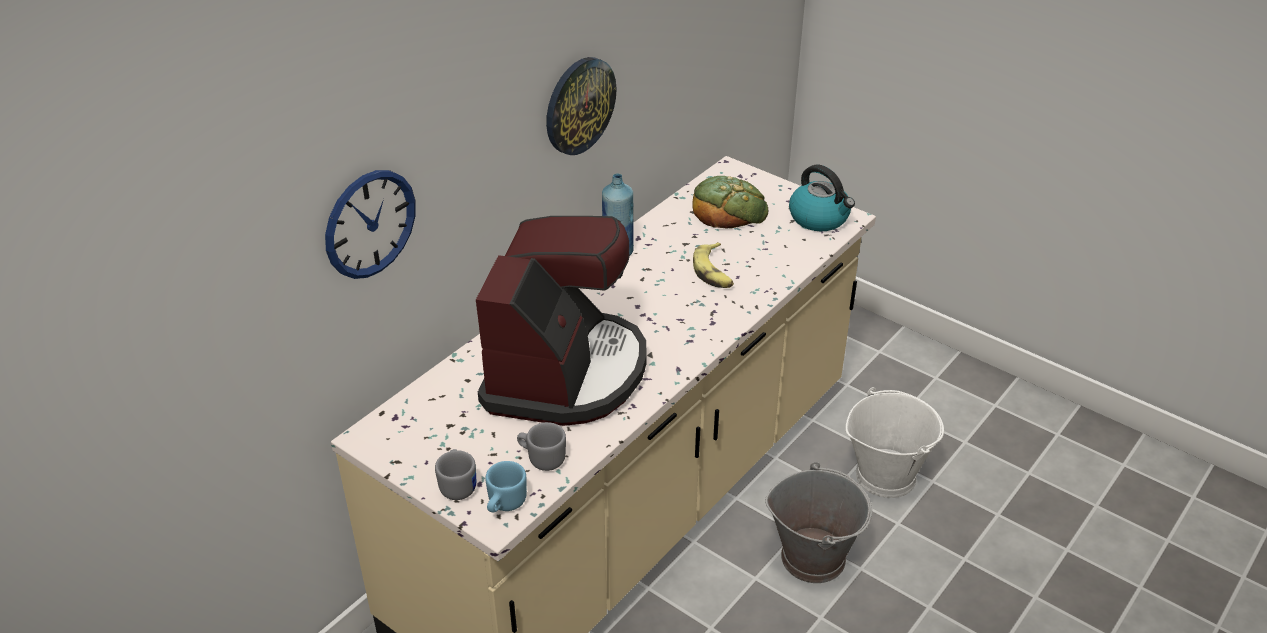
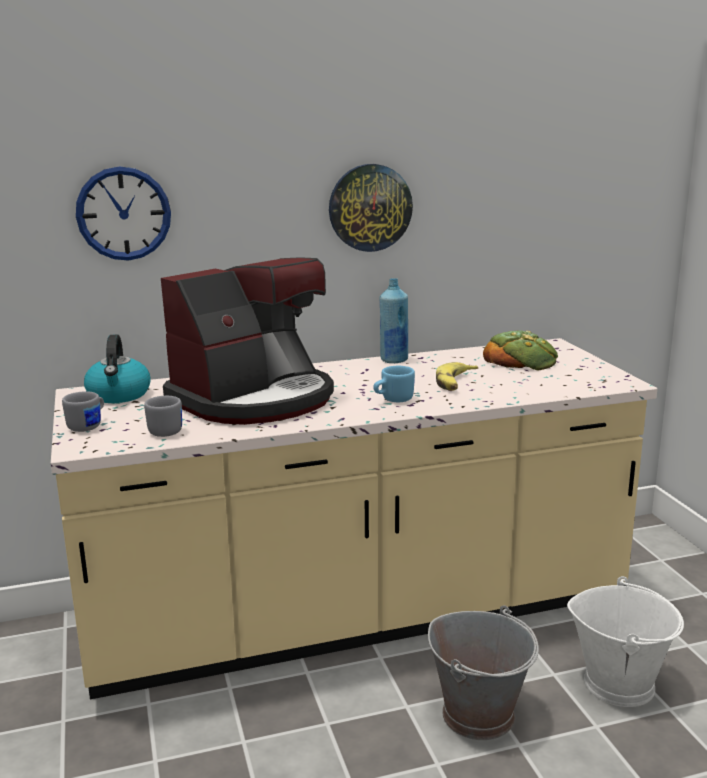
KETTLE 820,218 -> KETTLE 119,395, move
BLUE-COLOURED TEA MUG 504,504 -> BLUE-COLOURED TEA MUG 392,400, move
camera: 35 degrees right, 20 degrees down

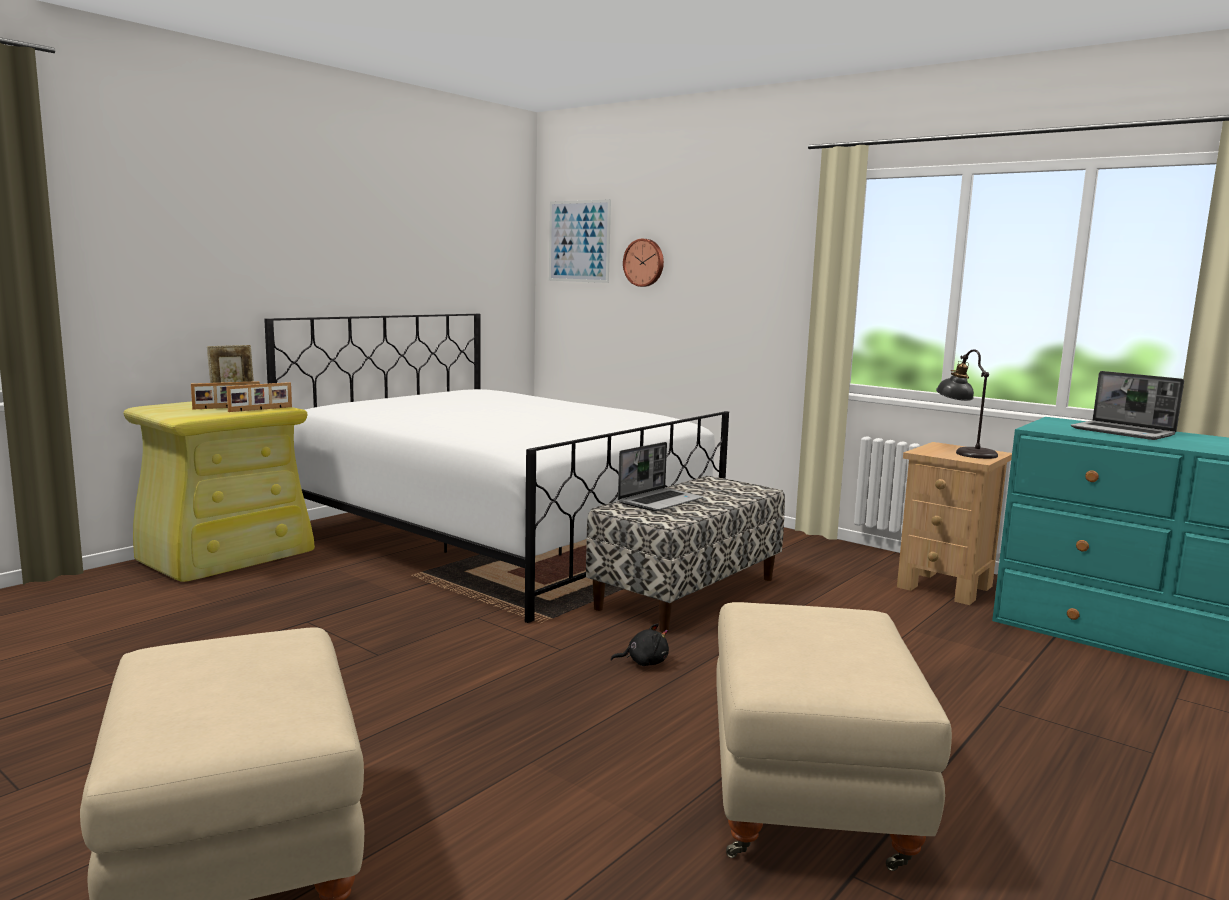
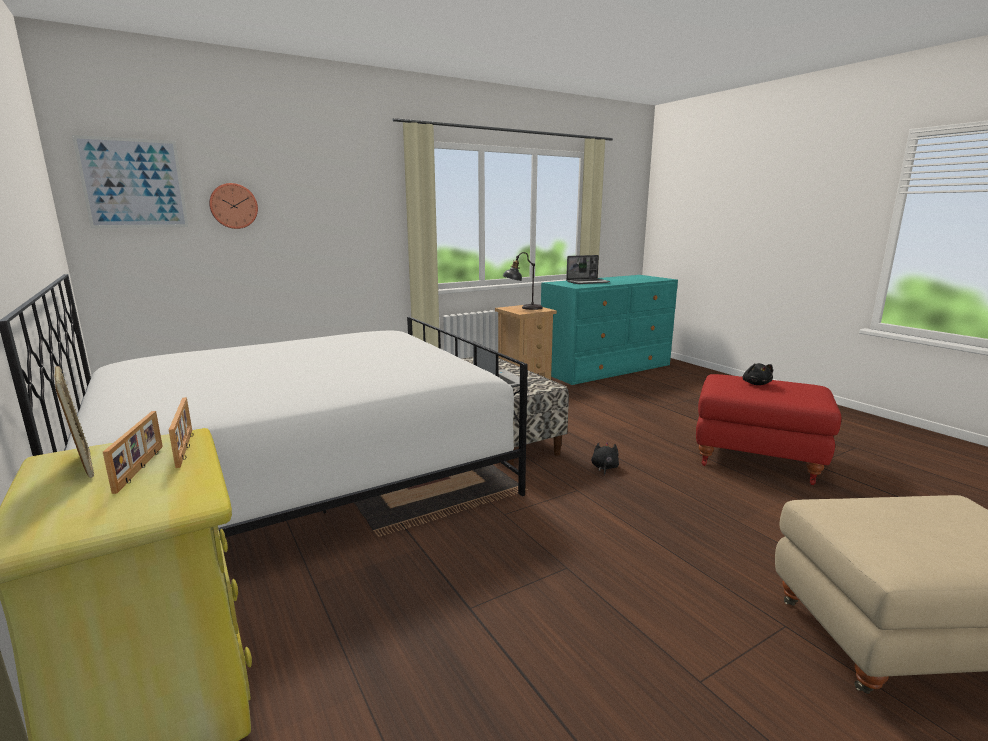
BEIGE OTTOMAN 811,800 -> REDDISH OTTOMAN 757,459
none -> BLACK-COLOURED SOFT TOY 756,384
camera: 70 degrees left, 5 degrees up

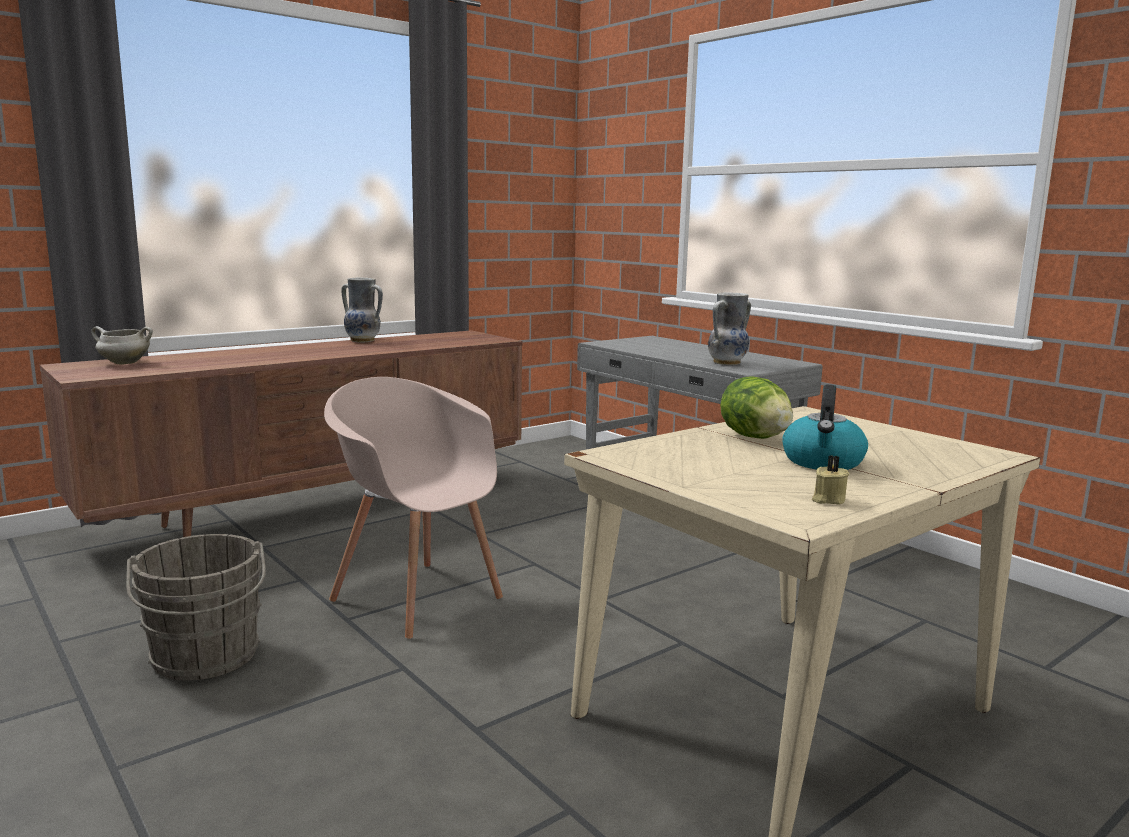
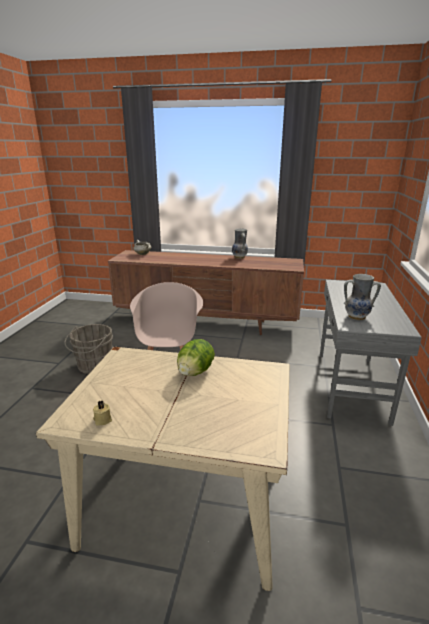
KETTLE 823,462 -> none
camera: 50 degrees right, 10 degrees up

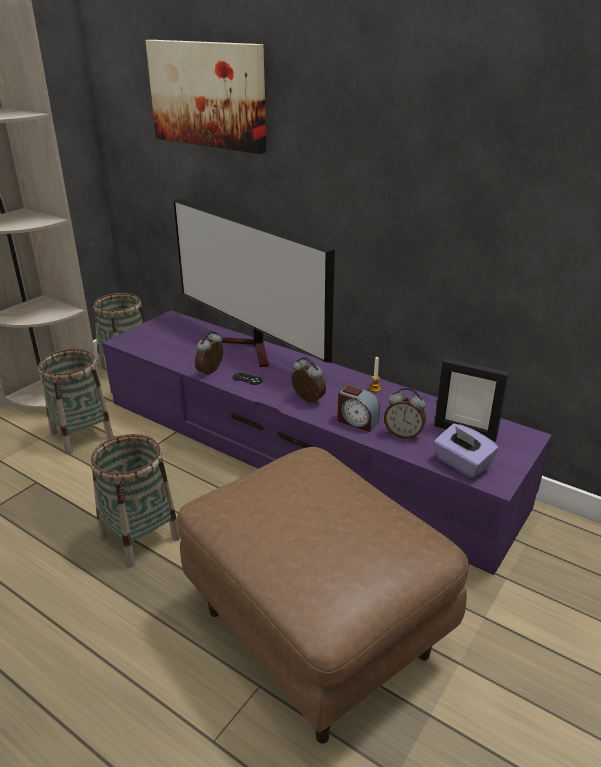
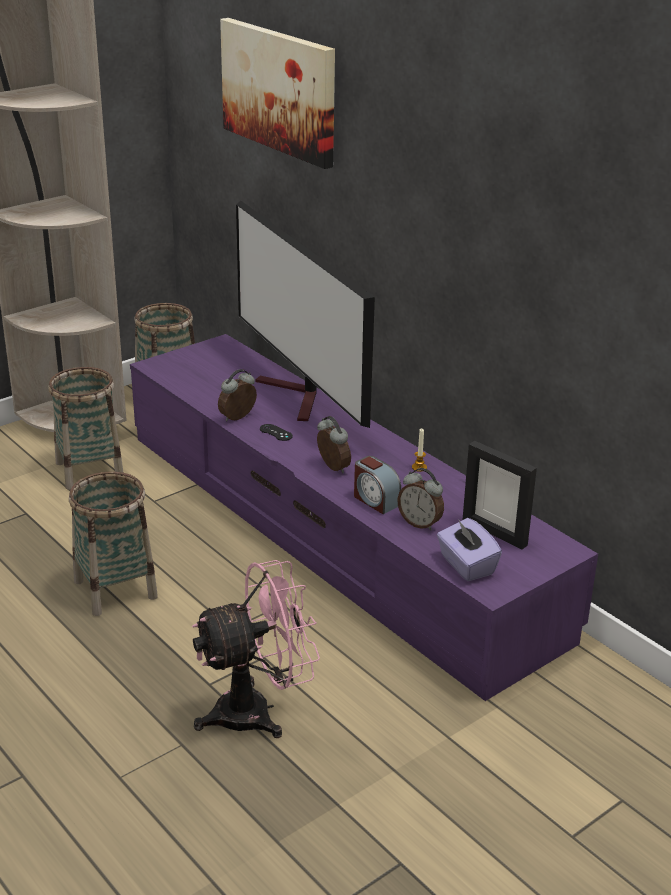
BROWN OTTOMAN 313,631 -> PINKISH ELECTRIC FAN 257,711
camera: 15 degrees right, 0 degrees up

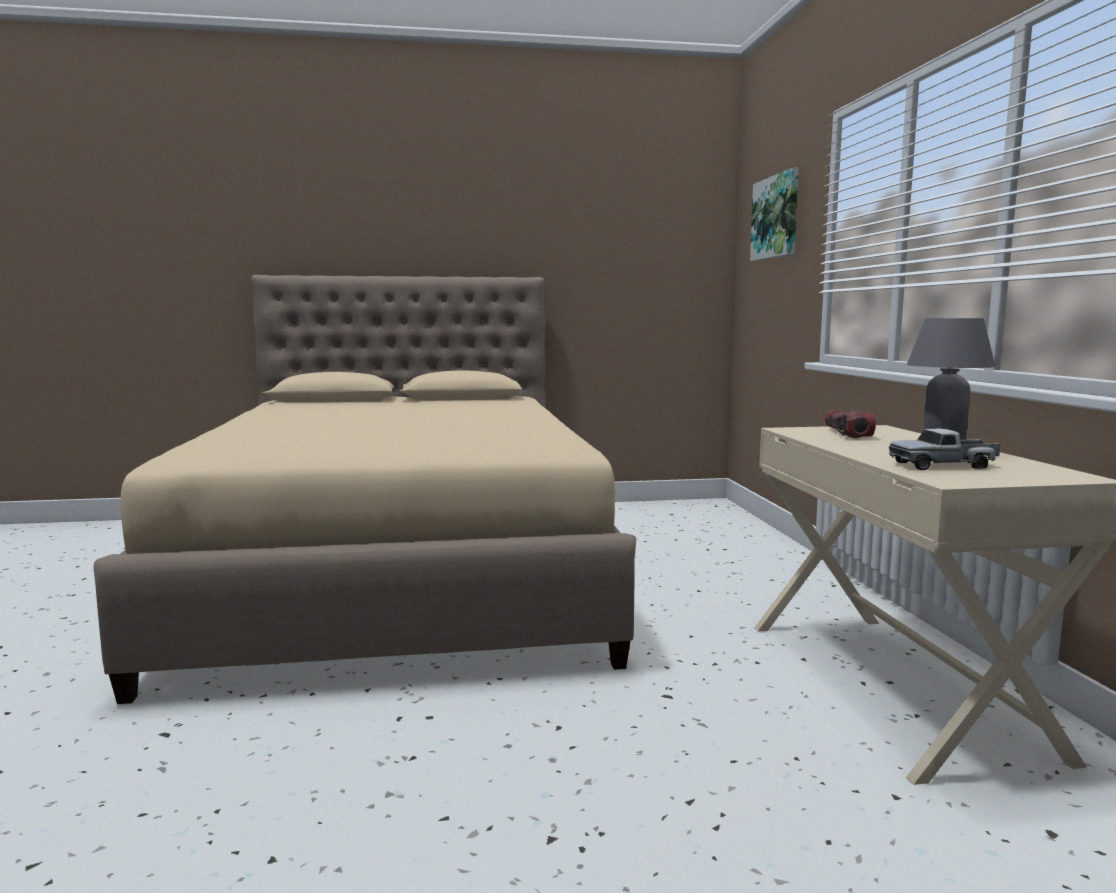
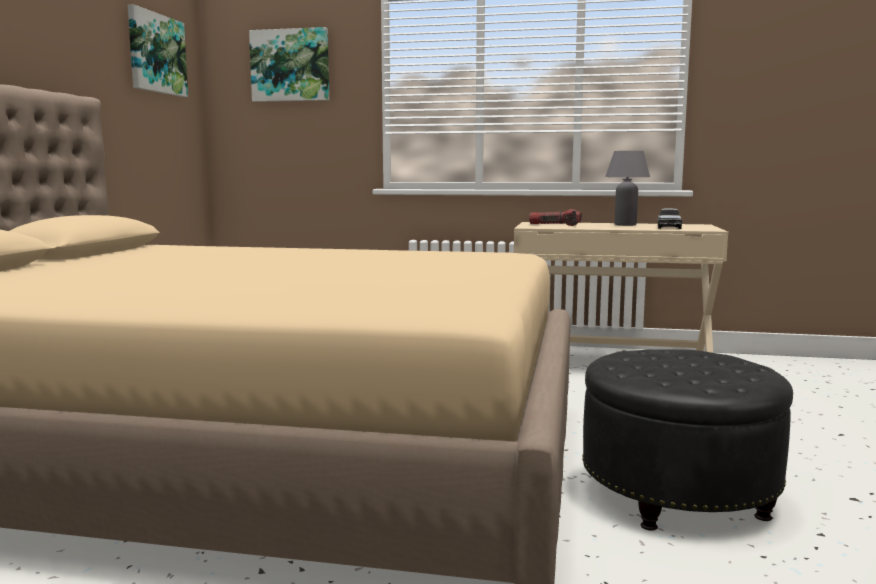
none -> WALL PICTURE 156,54
none -> BLACK-COLOURED OTTOMAN 677,495
camera: 70 degrees left, 0 degrees up

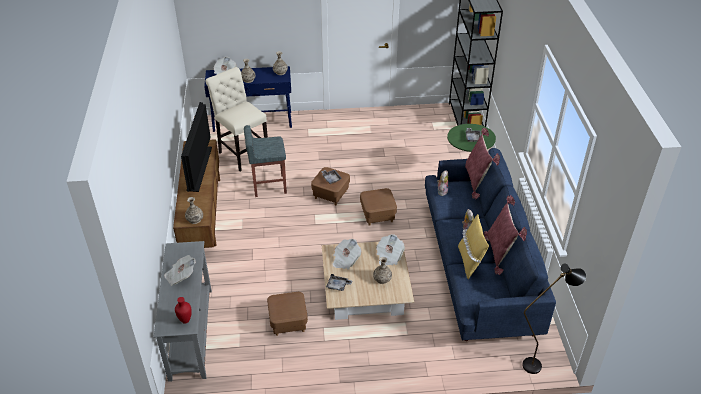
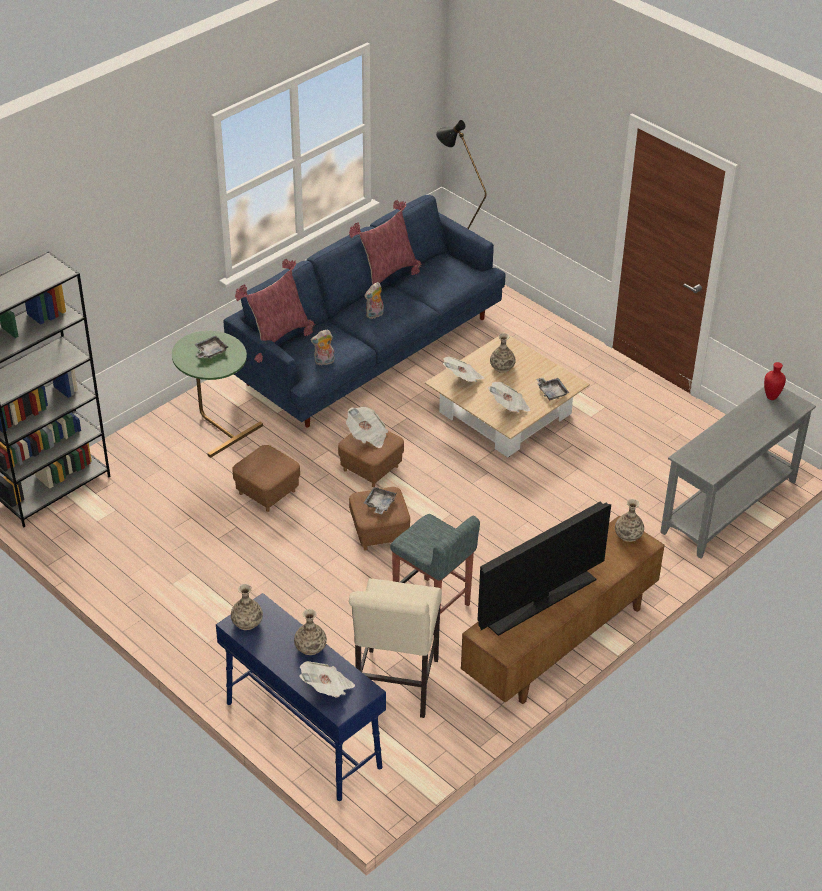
BROWN OTTOMAN 288,322 -> BROWN OTTOMAN 267,492, move
DAILY PAPER 180,276 -> DAILY PAPER 367,436, move
YELLOW-COLOURED CUSHION 470,261 -> none
camera: 130 degrees left, 0 degrees up

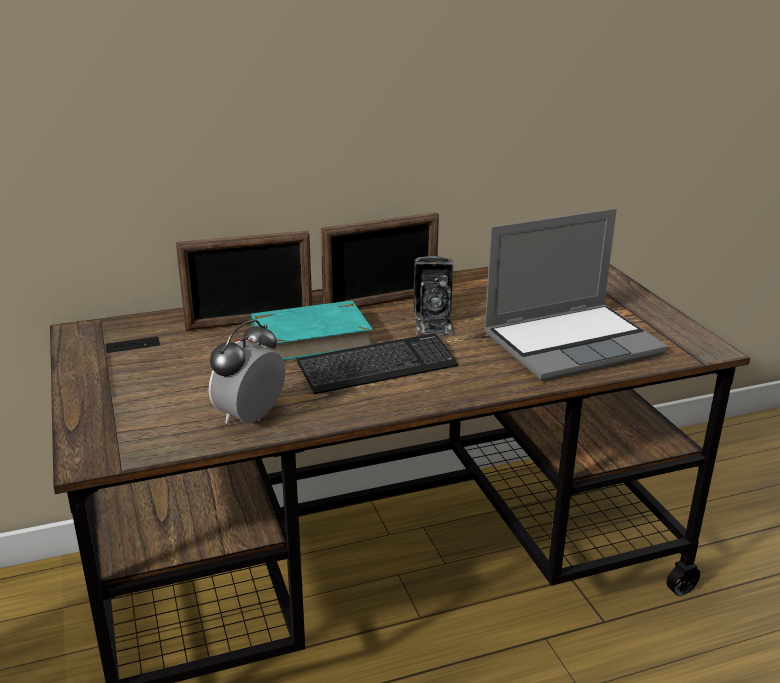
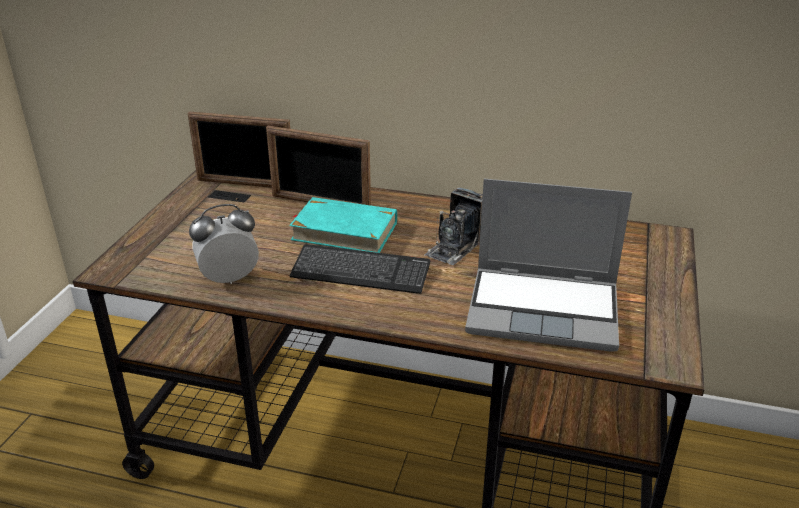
PICTURE FRAME 381,302 -> PICTURE FRAME 245,184, move
camera: 35 degrees right, 5 degrees up

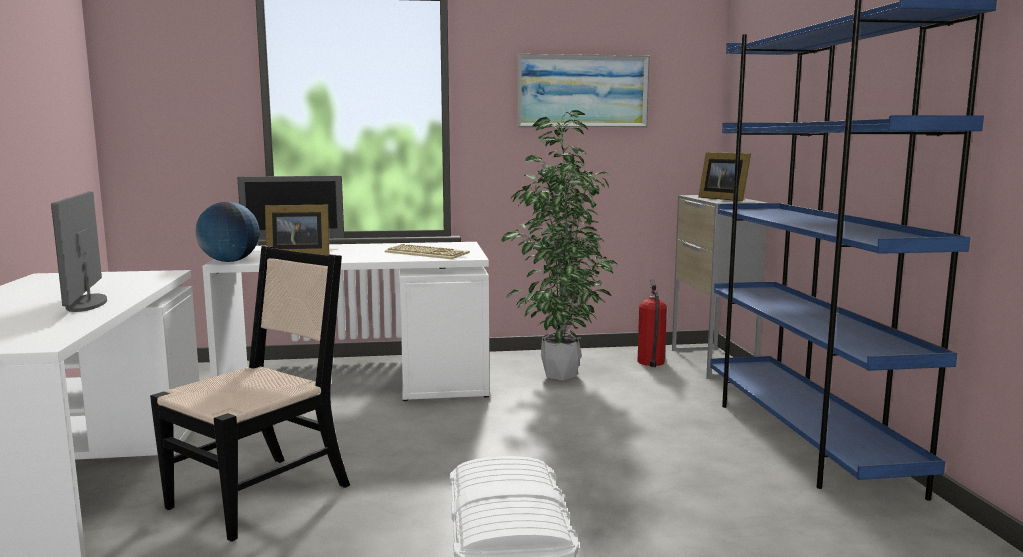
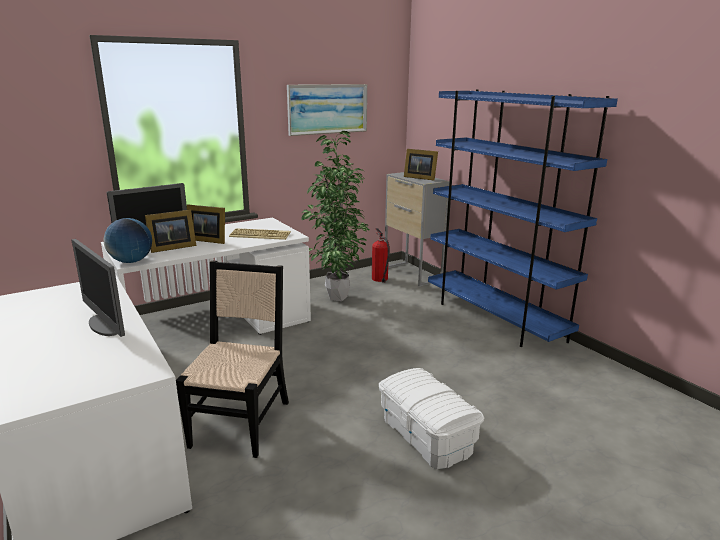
none -> PICTURE FRAME 207,240
camera: 25 degrees left, 10 degrees up

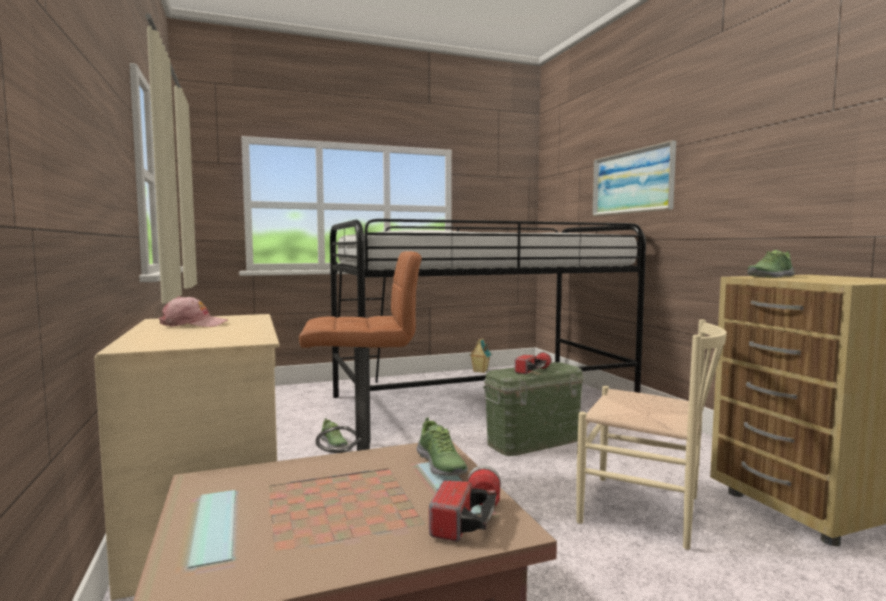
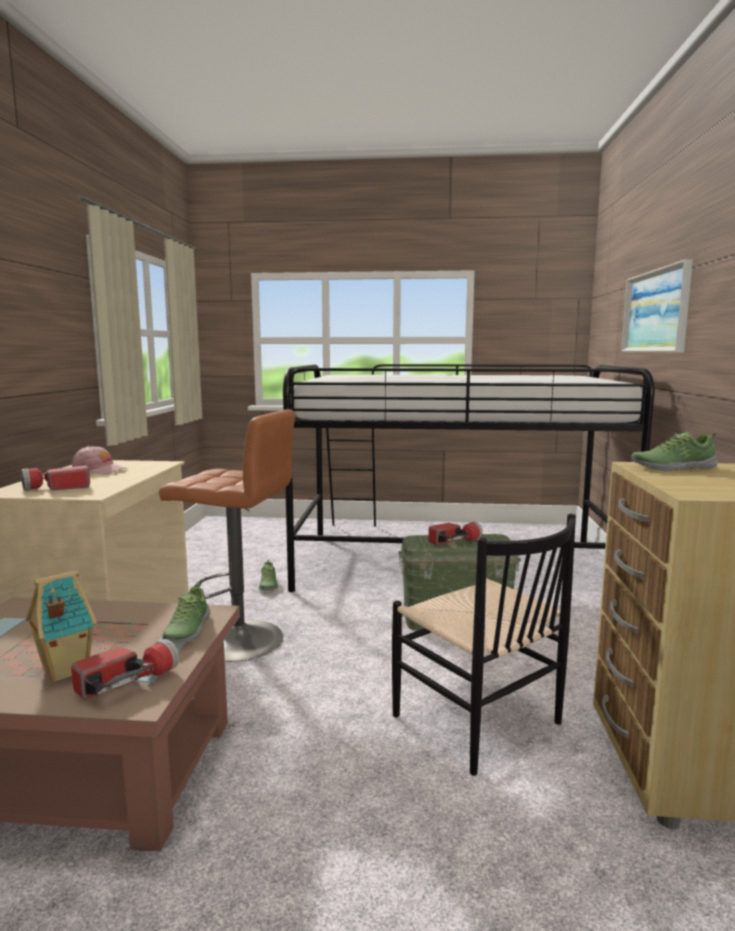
none -> FLASHLIGHT 56,488
TOY HOUSE 480,371 -> TOY HOUSE 64,670, move
BEIGE CHAIR 646,512 -> BLACK-COLOURED CHAIR 481,724
camera: 25 degrees right, 5 degrees up

